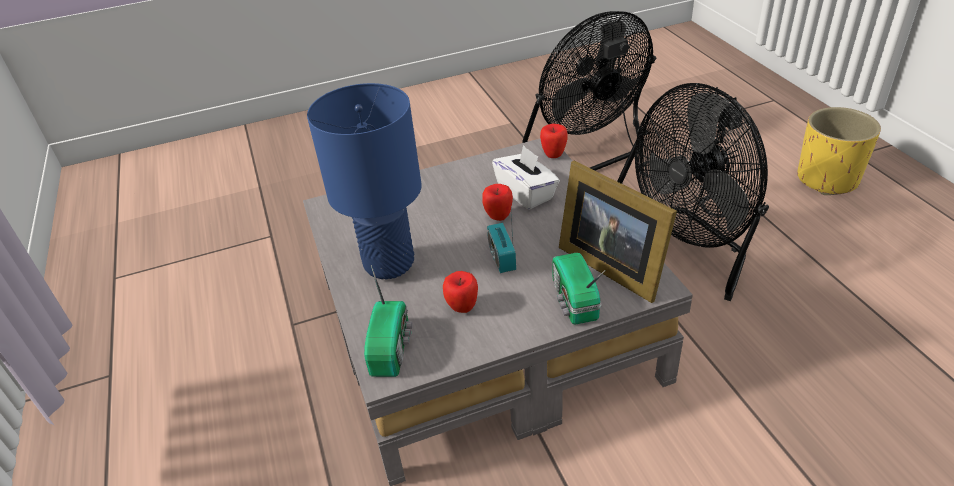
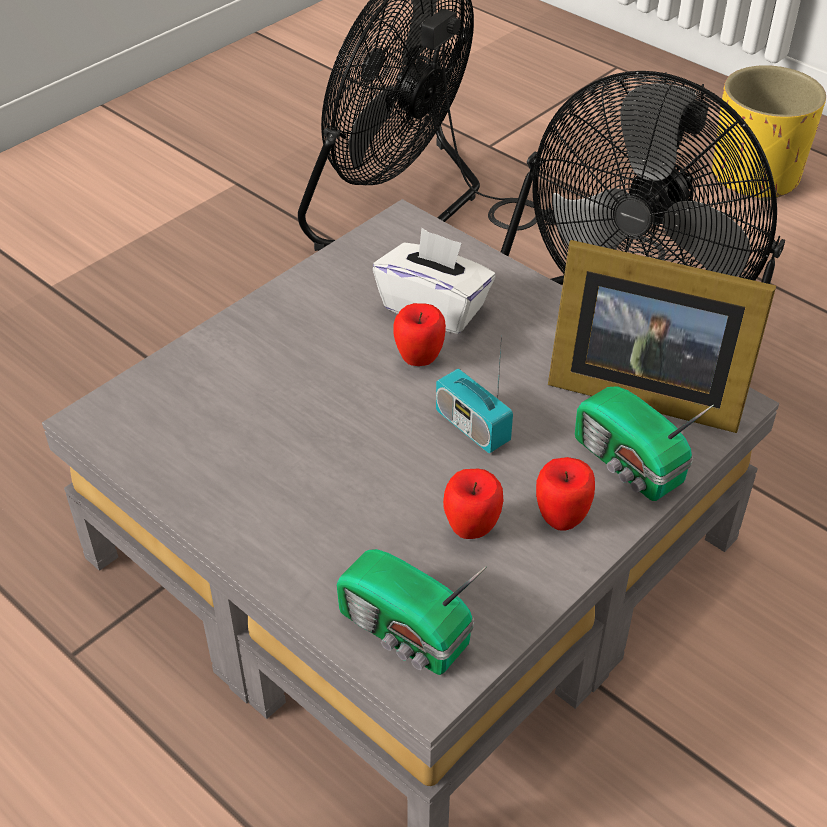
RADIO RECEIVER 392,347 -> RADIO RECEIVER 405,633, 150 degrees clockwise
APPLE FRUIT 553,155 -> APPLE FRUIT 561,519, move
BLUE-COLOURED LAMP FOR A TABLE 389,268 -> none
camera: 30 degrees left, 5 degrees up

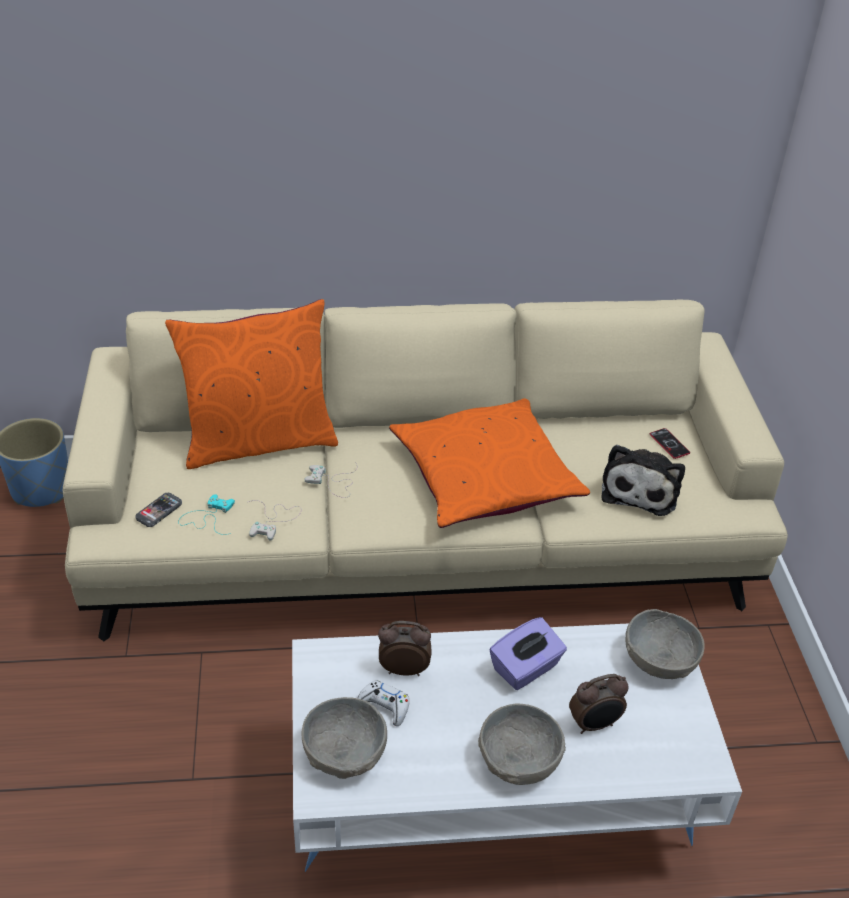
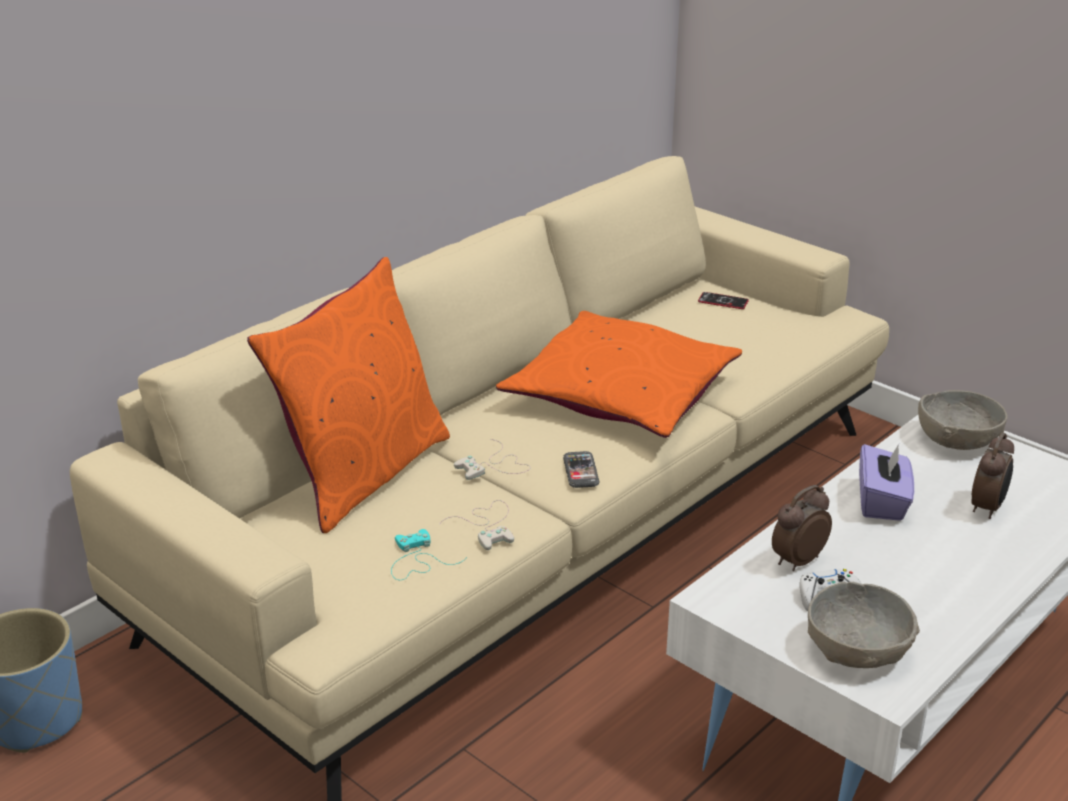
PHONE 159,511 -> PHONE 581,471, move
GRAY BOWL 518,760 -> none
SOFT TOY 640,489 -> none
camera: 40 degrees left, 10 degrees down

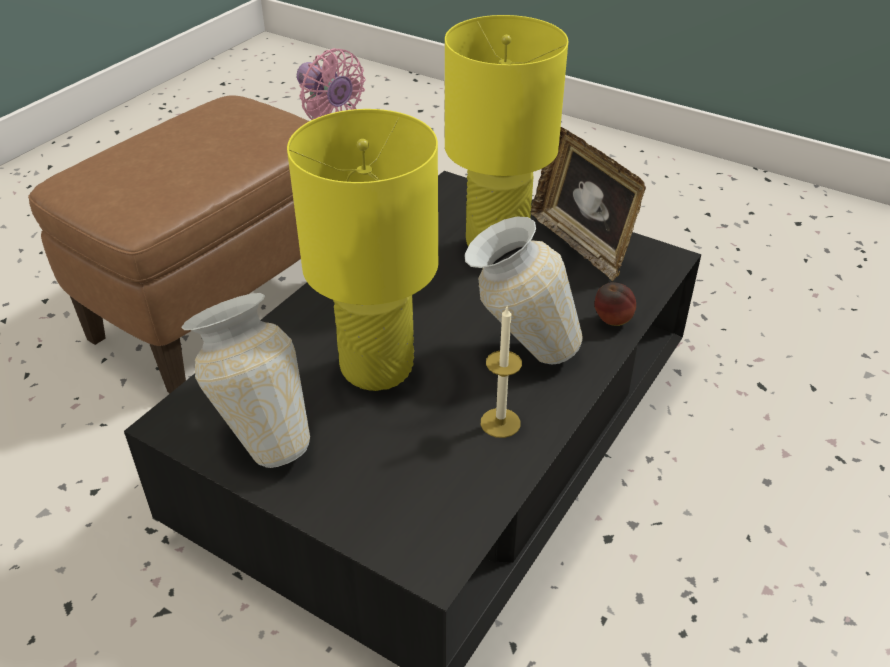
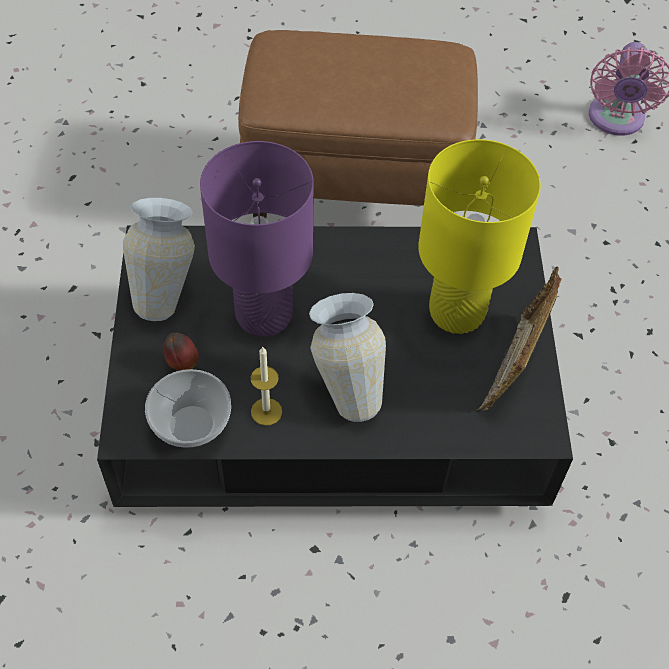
none -> BOWL 190,425
APPLE FRUIT 612,322 -> APPLE FRUIT 182,363, move
YELLOW-COLOURED LAMP FOR A TABLE 379,372 -> PURPLE LAMP FOR A TABLE 265,319
camera: 55 degrees right, 15 degrees up

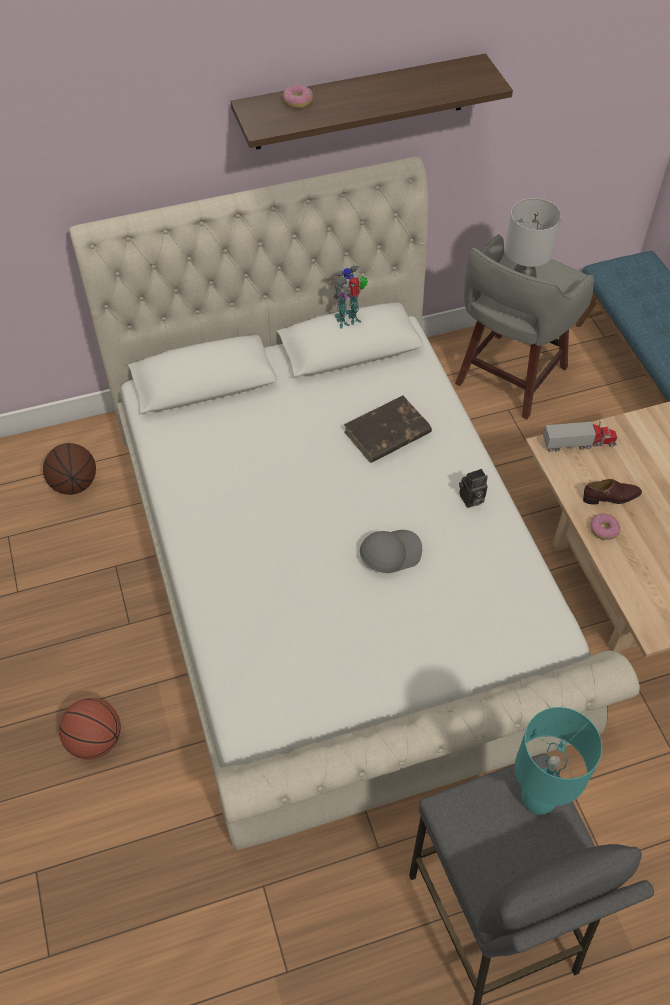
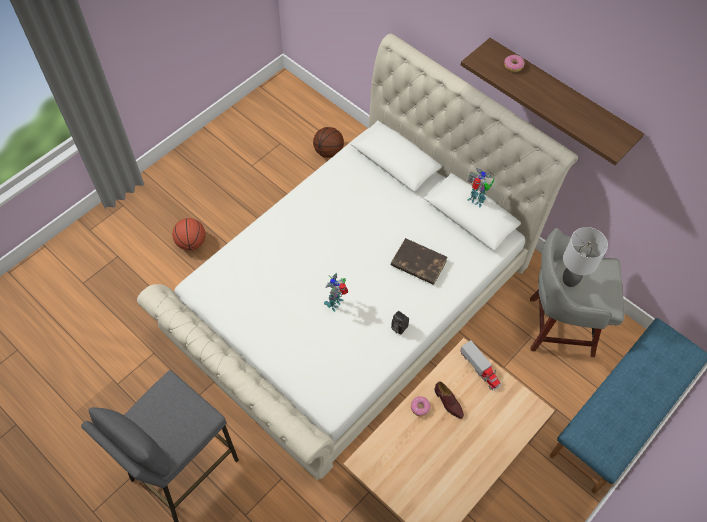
GRAY PEAKED CAP 390,553 -> MODEL ROBOT 335,303
BLUE-GREEN LAMP FOR A TABLE 538,800 -> none
camera: 60 degrees right, 5 degrees up

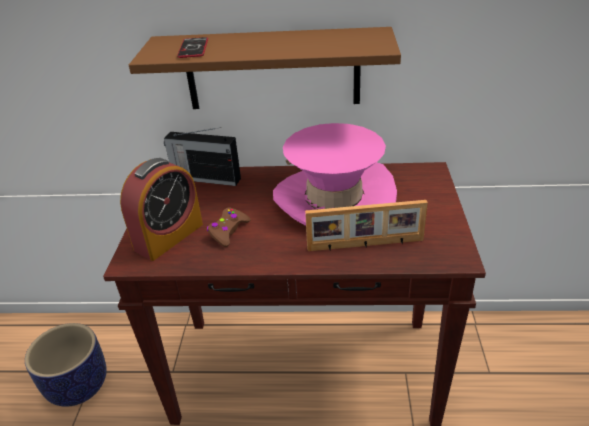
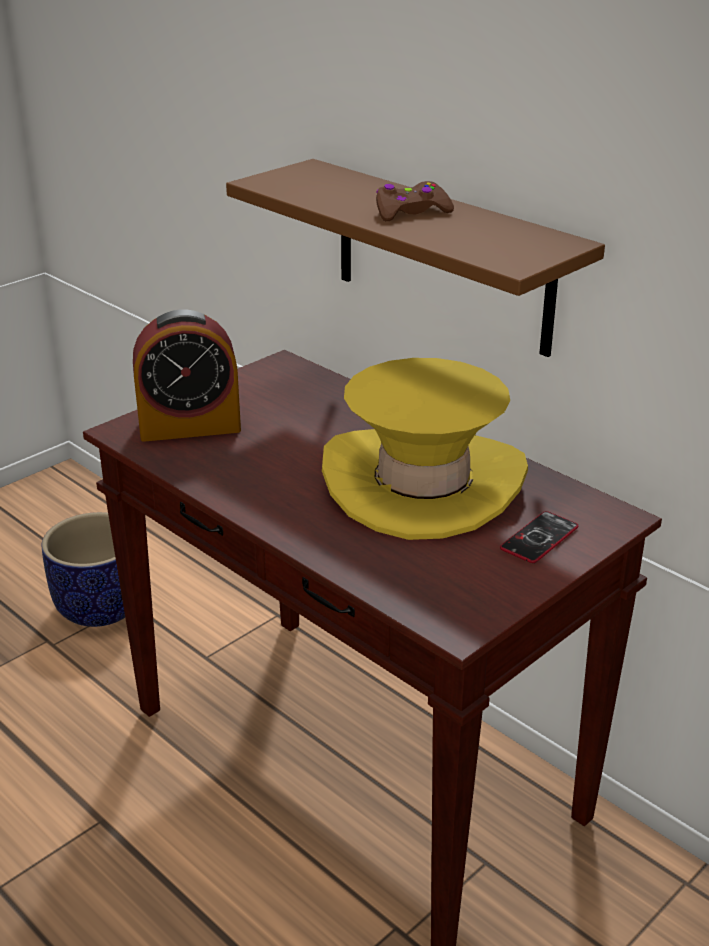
PINKISH HAT 334,199 -> YELLOW-COLOURED HAT 423,482
BROWN GAME CONTROLLER 228,231 -> BROWN GAME CONTROLLER 411,212, move
PHONE 193,48 -> PHONE 539,538, move
RADIO RECEIVER 205,178 -> none
PICTURE FRAME 365,245 -> none
camera: 40 degrees right, 5 degrees down

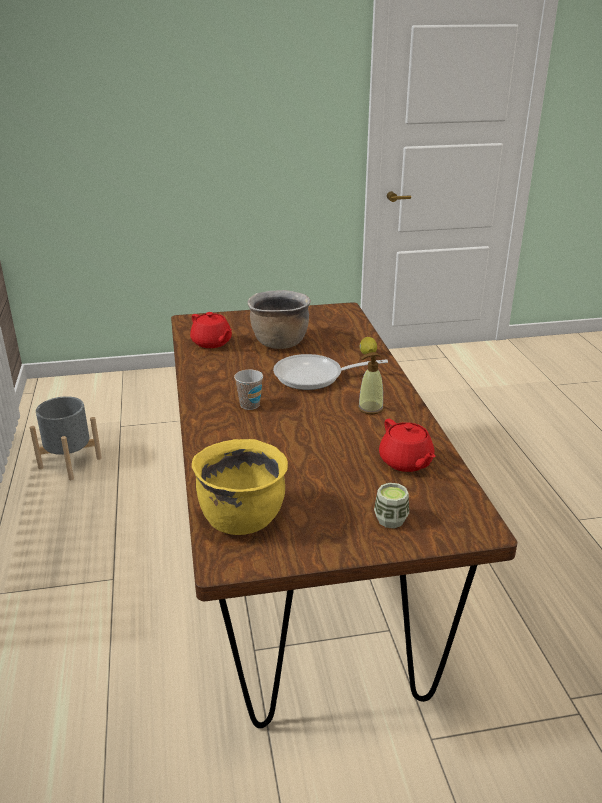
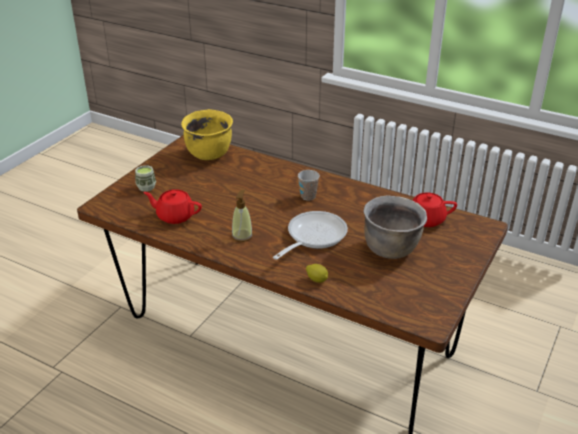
GRAY PLANT POT 70,463 -> none
camera: 130 degrees right, 5 degrees up

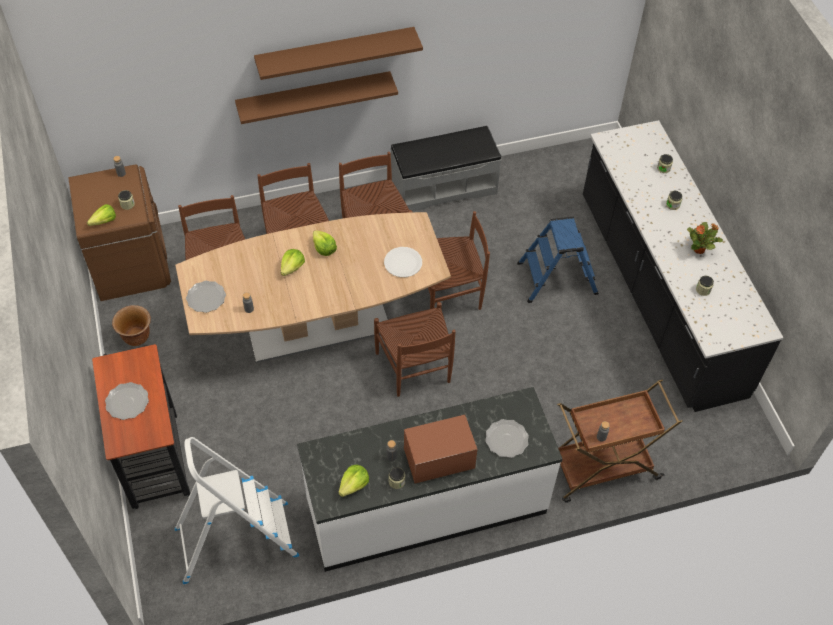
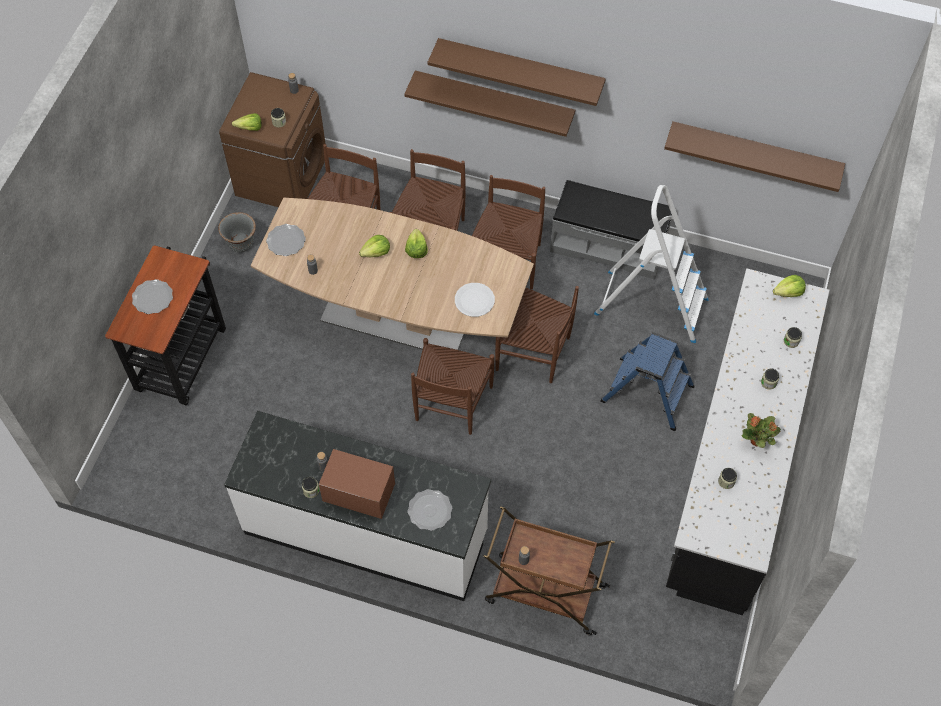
BROWN PLANT POT 137,337 -> GRAY PLANT POT 241,244
WHITE-COLOURED STEP LADDER 237,542 -> WHITE-COLOURED STEP LADDER 652,306, move
none -> BROWN BRACKET SHELF 755,152
HEAD OF LETTUCE 354,485 -> HEAD OF LETTUCE 788,292, move
camera: 35 degrees right, 5 degrees up

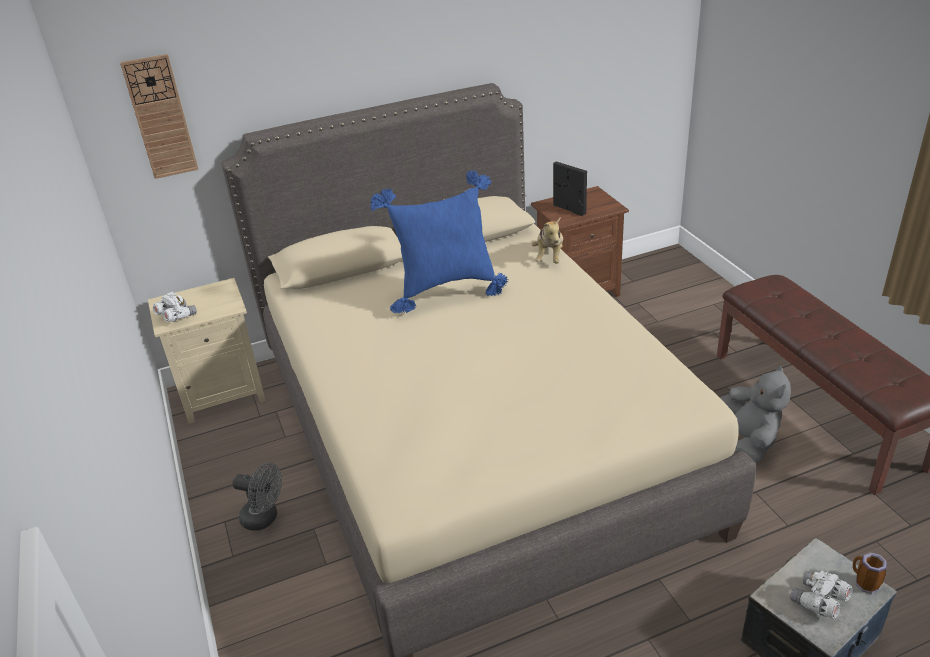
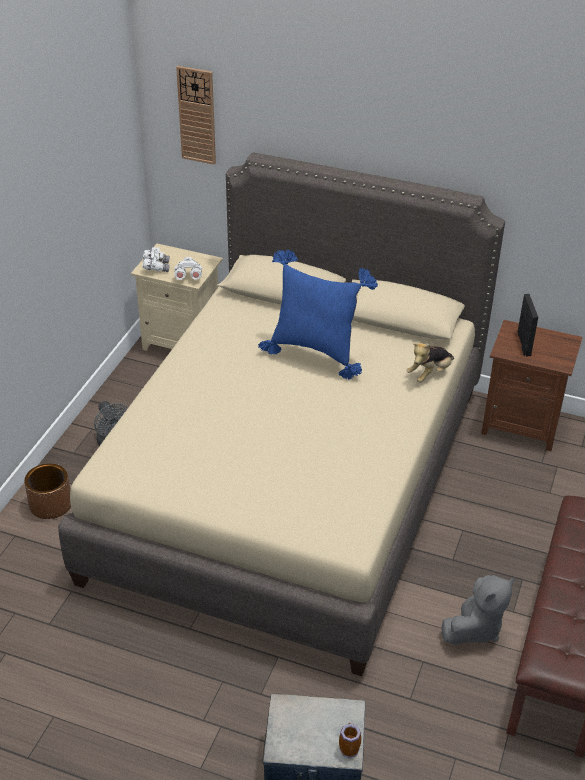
none -> BROWN PLANT POT 51,504
WHITE-COLOURED PAIR OF BINOCULARS 819,602 -> WHITE-COLOURED PAIR OF BINOCULARS 188,277, move
camera: 40 degrees right, 5 degrees up

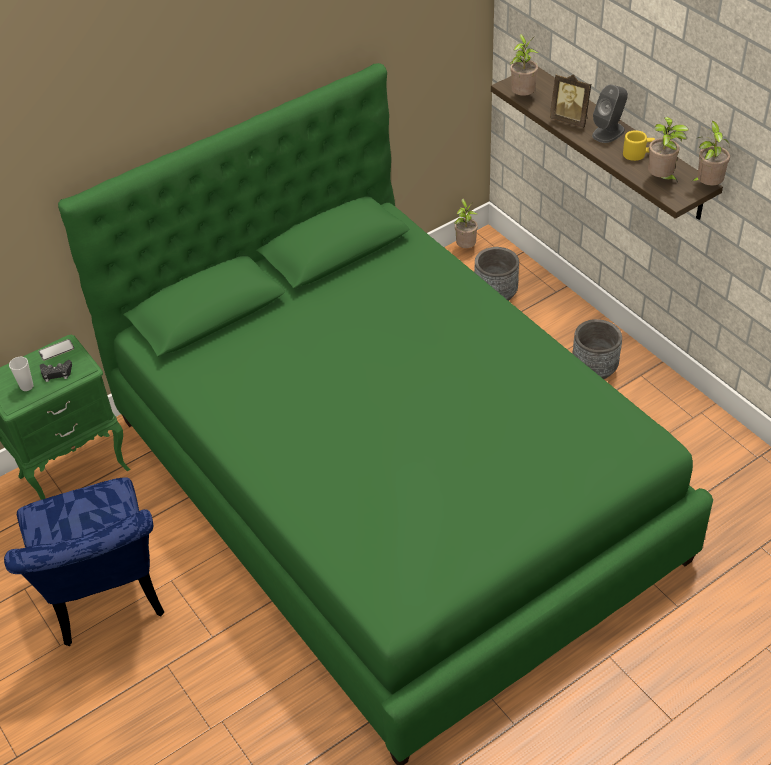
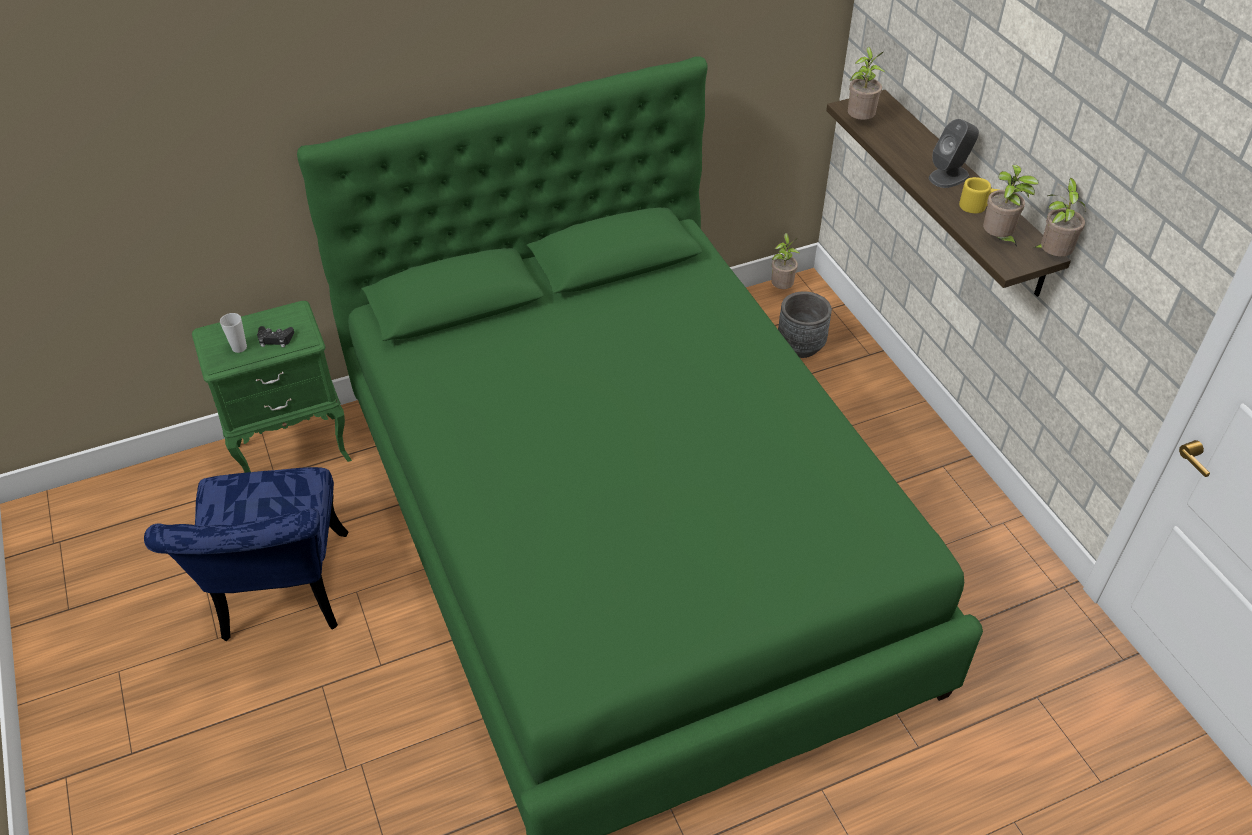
PHONE 56,350 -> none
PICTURE FRAME 570,120 -> none
GRAY PLANT POT 594,370 -> none
camera: 10 degrees right, 0 degrees up

